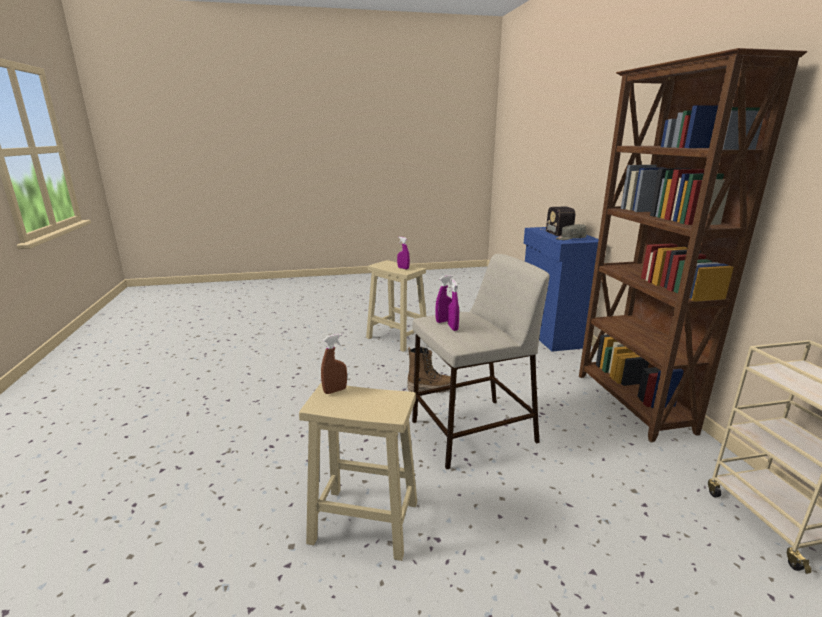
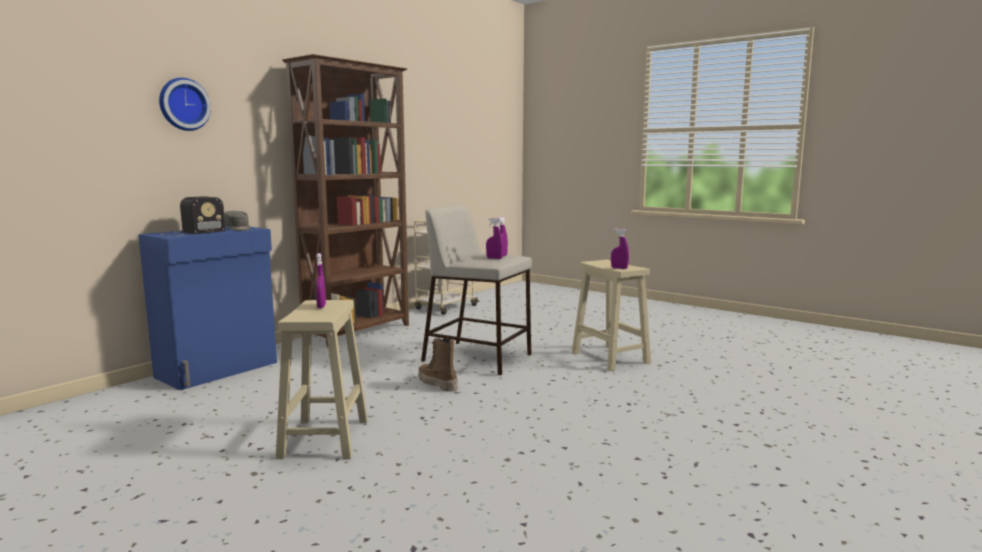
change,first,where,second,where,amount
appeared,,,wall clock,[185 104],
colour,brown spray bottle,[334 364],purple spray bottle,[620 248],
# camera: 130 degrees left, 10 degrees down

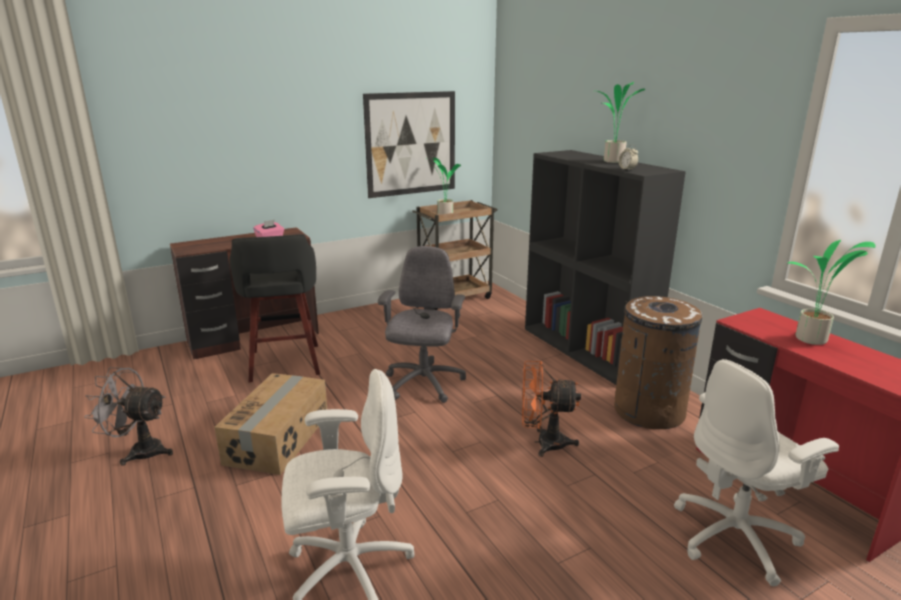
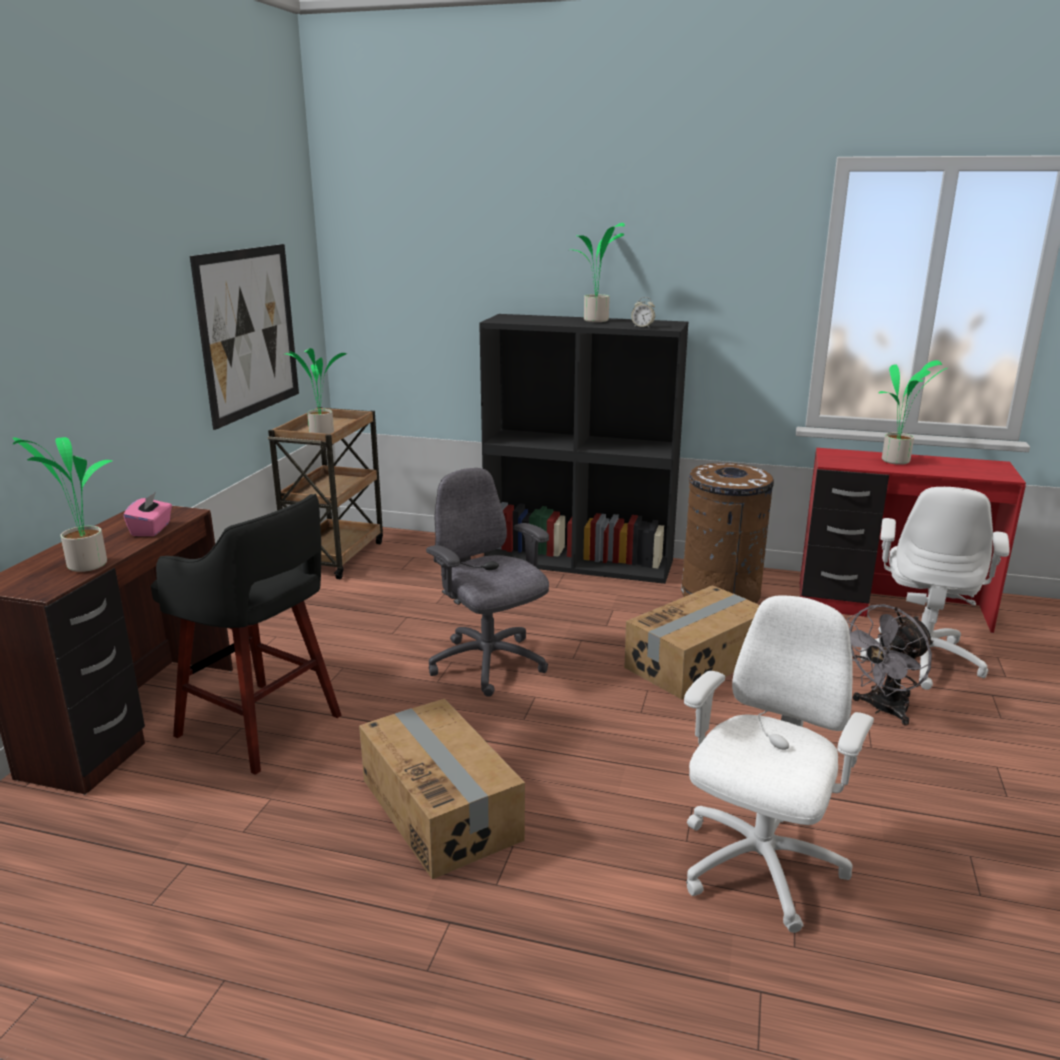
change,first,where,second,where,amount
appeared,,,potted plant,[63 504],
relocated,grey fan,[128 416],,[890 665],
exchanged,orange fan,[551 409],cardboard box,[692 642],
# camera: 45 degrees left, 0 degrees up

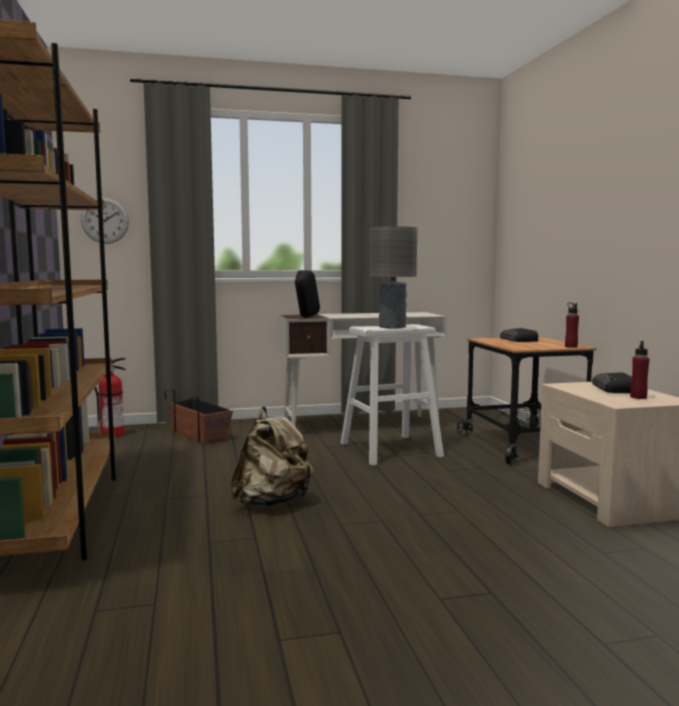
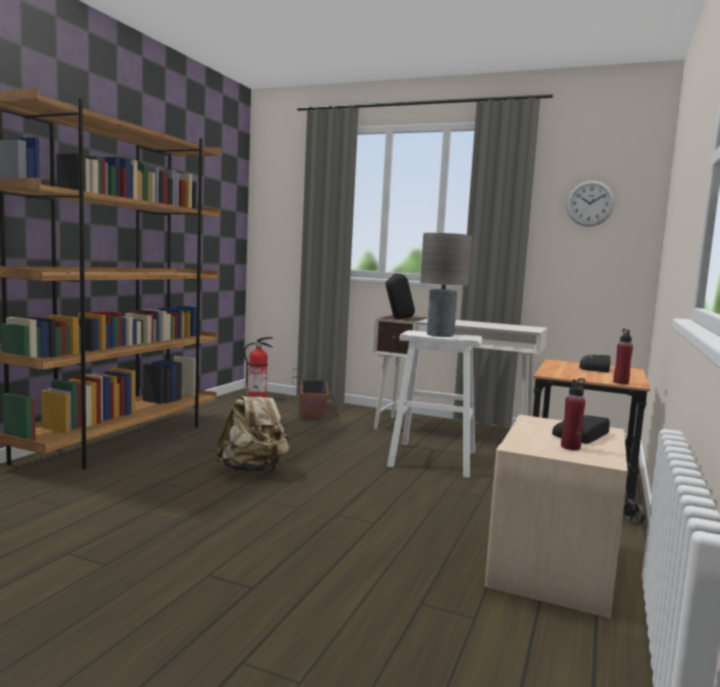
change,first,where,second,where,amount
relocated,wall clock,[105 221],,[590 203],
# camera: 35 degrees right, 0 degrees up

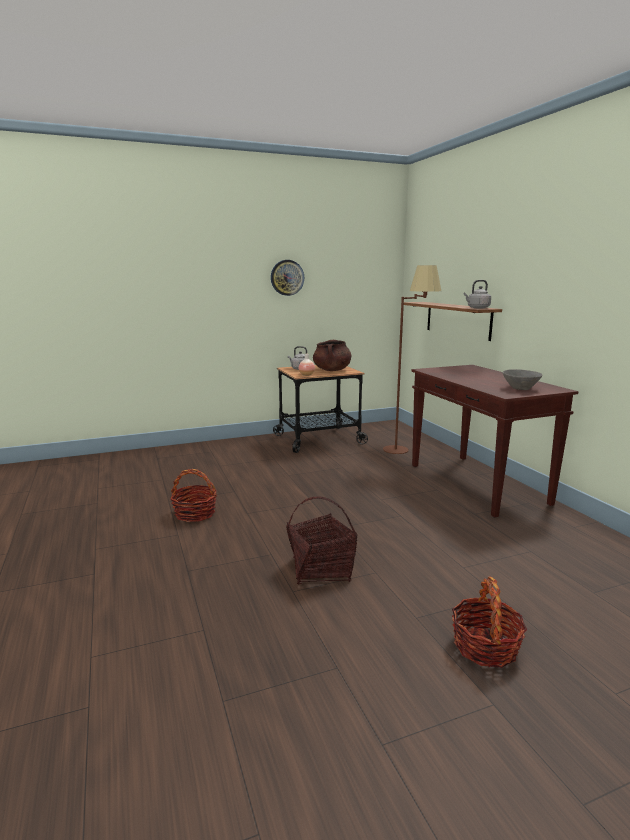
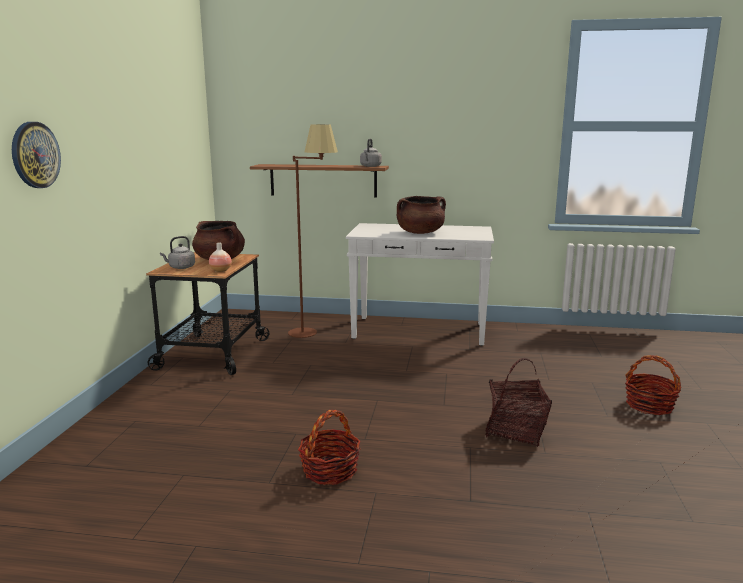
change,first,where,second,where,amount
missing,grey bowl,[522 379],,,
appeared,,,brown cooking pot,[421 215],
relocated,wall clock,[287 278],,[36 155],
colour,brown console table,[494 441],white console table,[420 284],
# camera: 60 degrees left, 0 degrees up

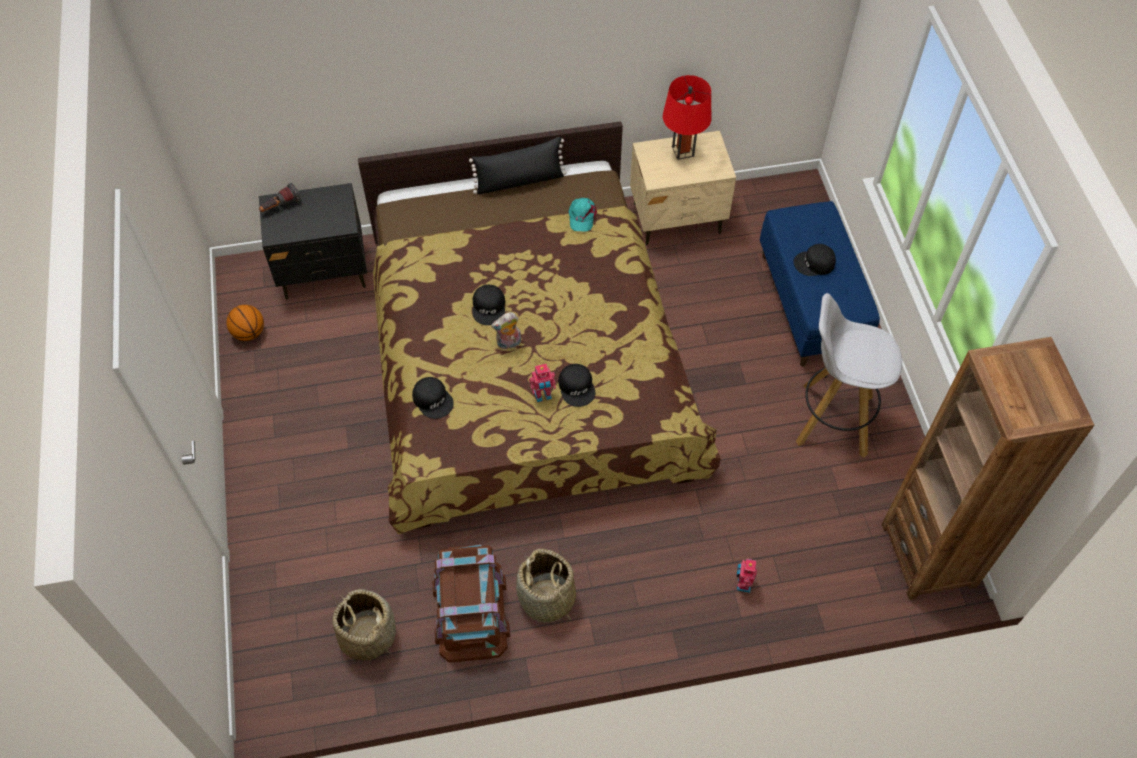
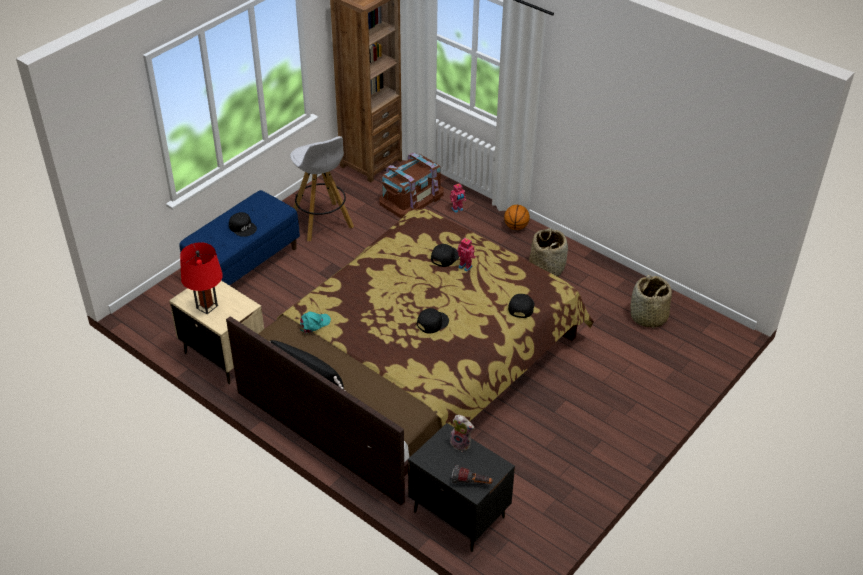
change,first,where,second,where,amount
relocated,basketball,[245 323],,[517 217],
relocated,brown storage box,[471 603],,[411 185],
relocated,plush toy,[506 331],,[462 433],
# camera: 130 degrees left, 15 degrees down

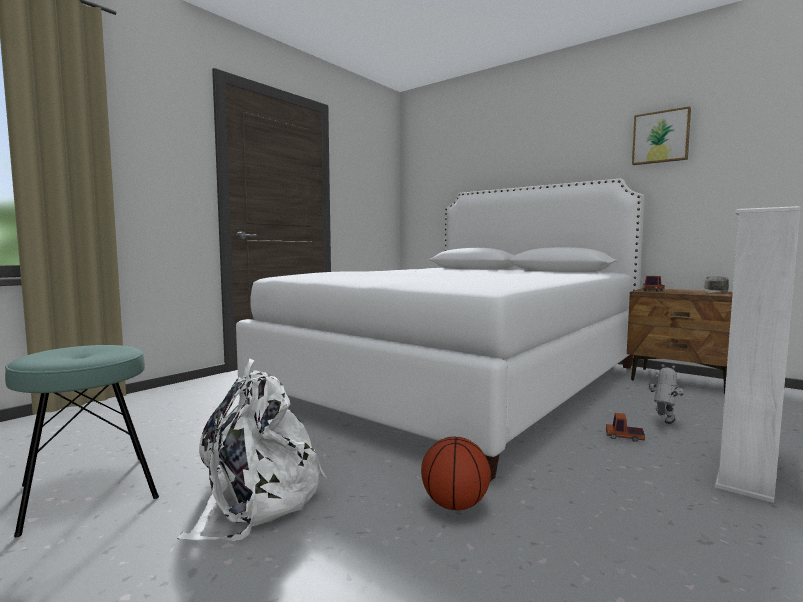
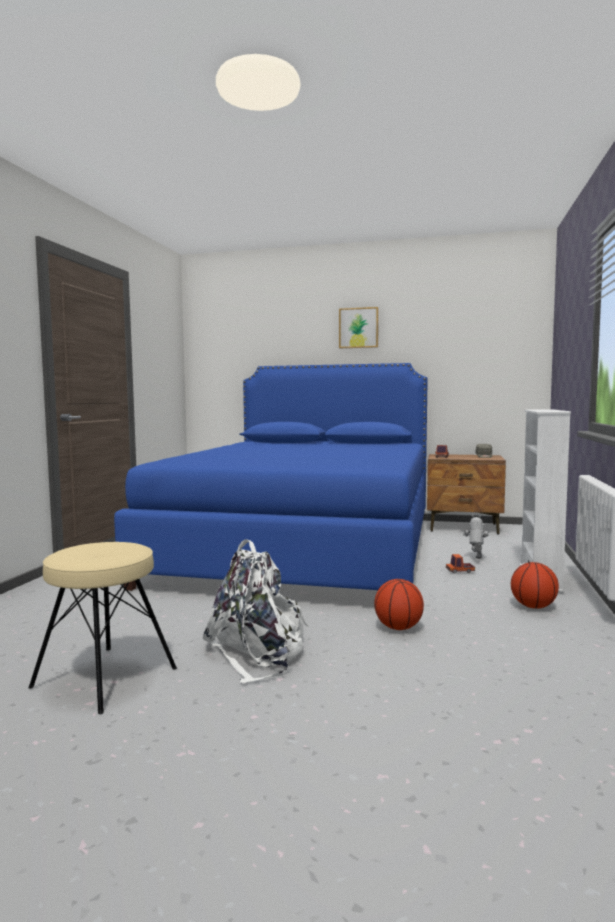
change,first,where,second,where,amount
appeared,,,basketball,[535 585],
relocated,picture,[661 135],,[359 327],
colour,turquoise stool,[82 441],beige stool,[102 628],
colour,white bed,[440 330],blue bed,[271 477],
# camera: 25 degrees left, 0 degrees up

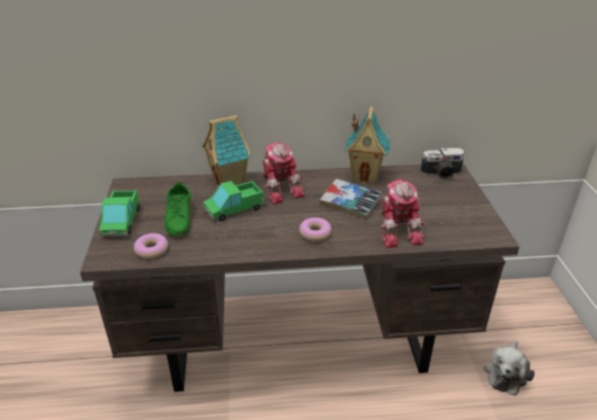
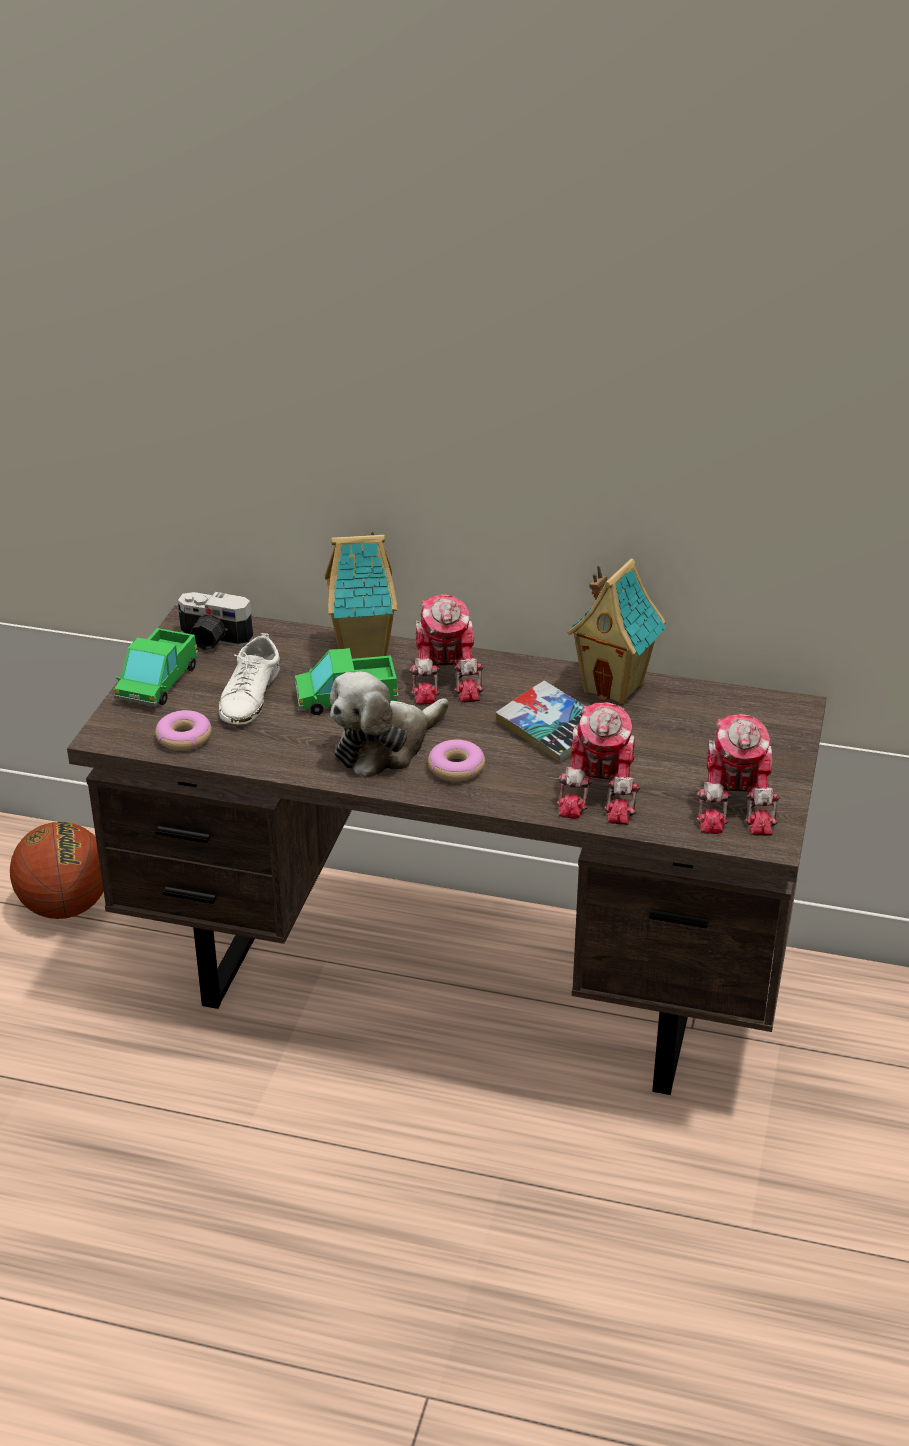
change,first,where,second,where,amount
appeared,,,basketball,[57 870],
appeared,,,toy robot,[738 775],
relocated,photo camera,[443 164],,[215 621],
relocated,plush toy,[509 368],,[389 725],
colour,green shoe,[177 209],white shoe,[249 679],
# camera: 20 degrees right, 0 degrees up

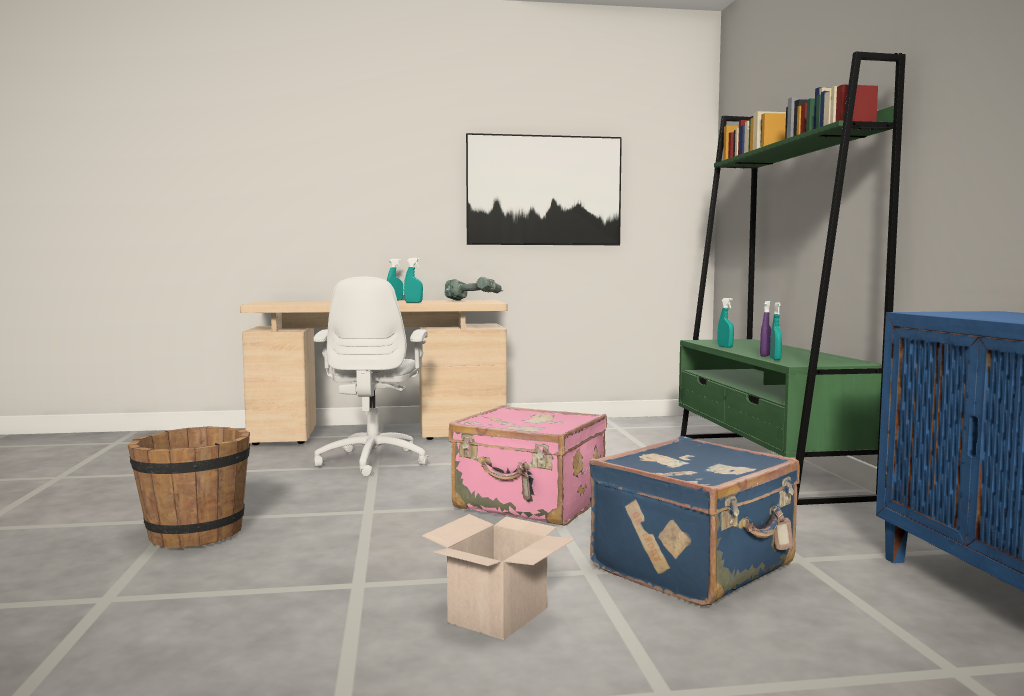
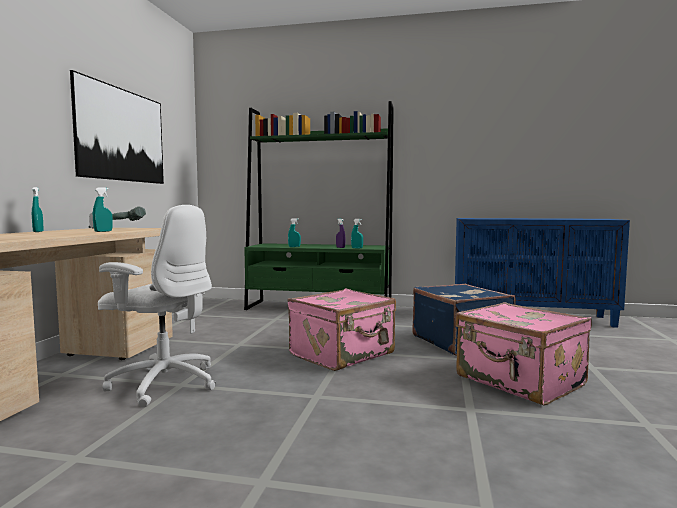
change,first,where,second,where,amount
missing,brown bucket,[189 487],,,
exchanged,cardboard box,[498 577],pink suitcase,[524 354],
# camera: 70 degrees left, 0 degrees up

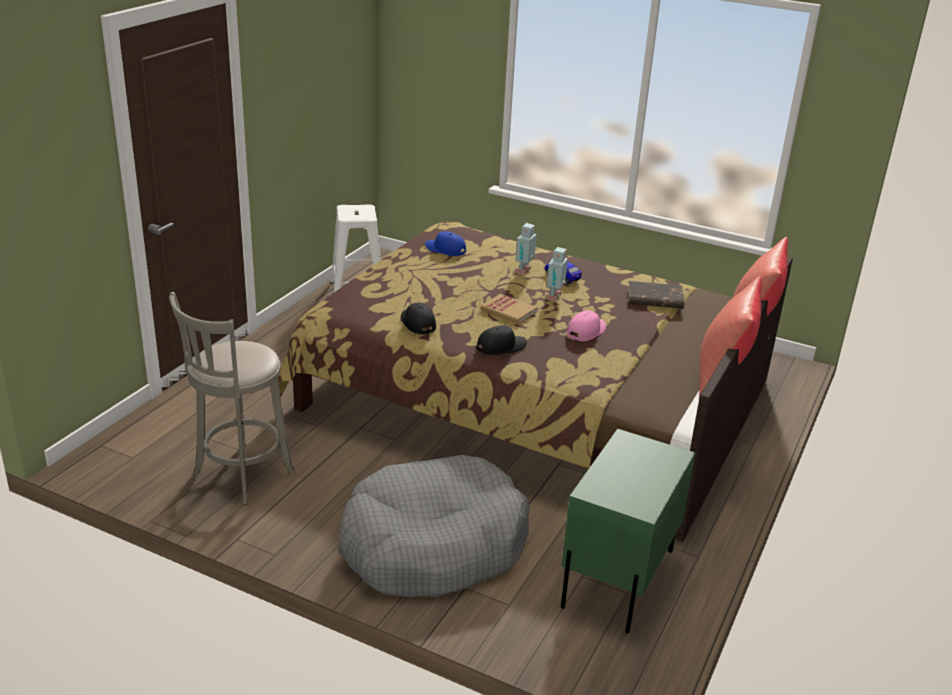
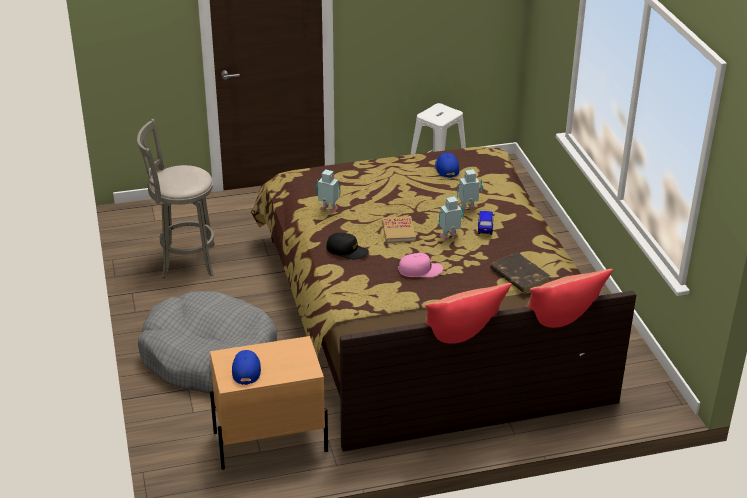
change,first,where,second,where,amount
appeared,,,blue cap,[246 367],
exchanged,black cap,[418 319],toy robot,[328 191],
colour,green nightstand,[628 531],beige nightstand,[269 403],
# camera: 50 degrees right, 5 degrees up

